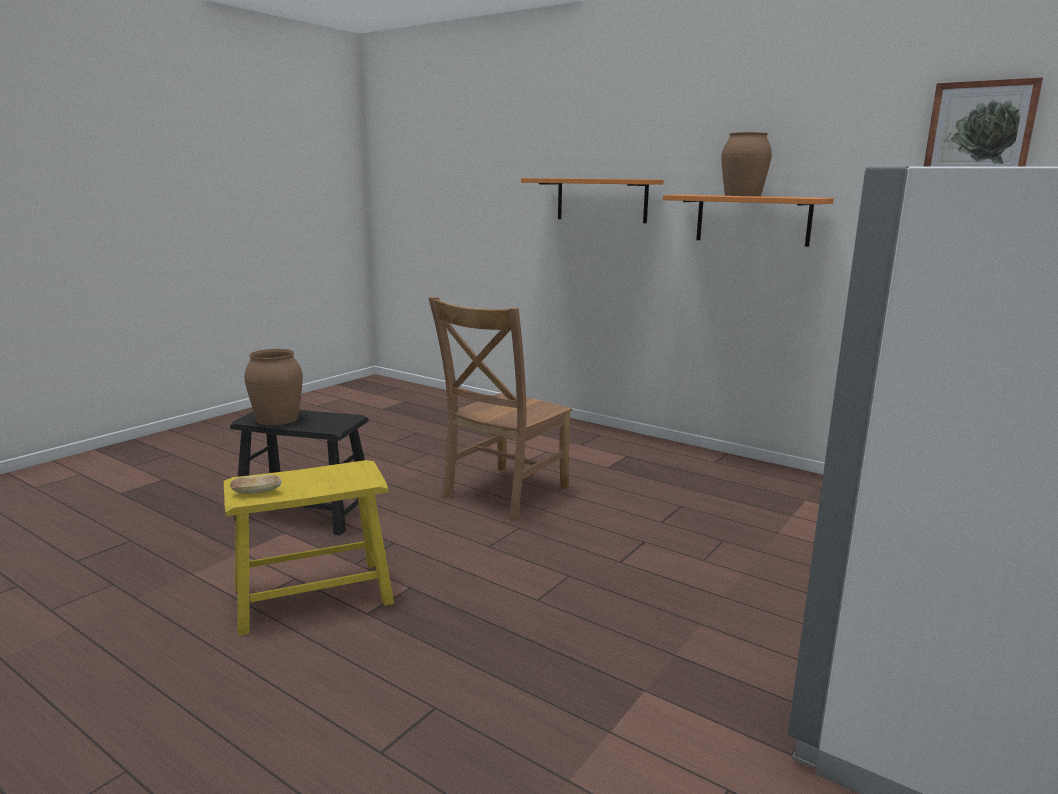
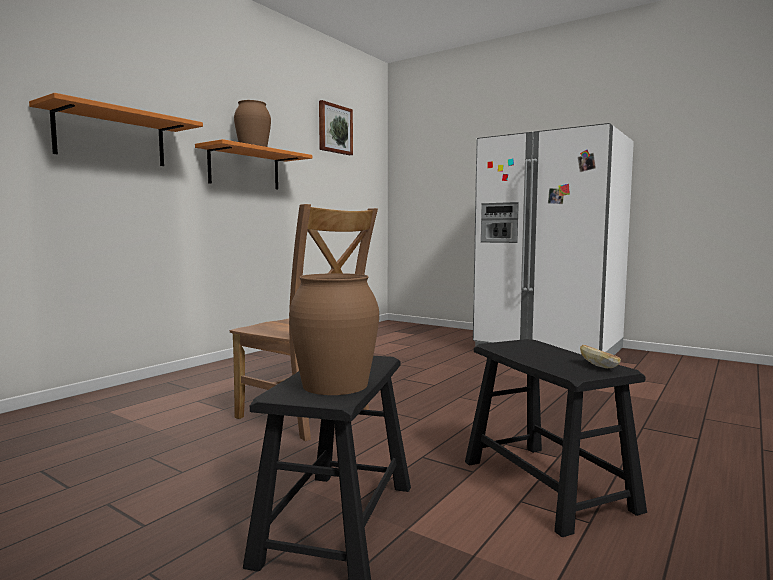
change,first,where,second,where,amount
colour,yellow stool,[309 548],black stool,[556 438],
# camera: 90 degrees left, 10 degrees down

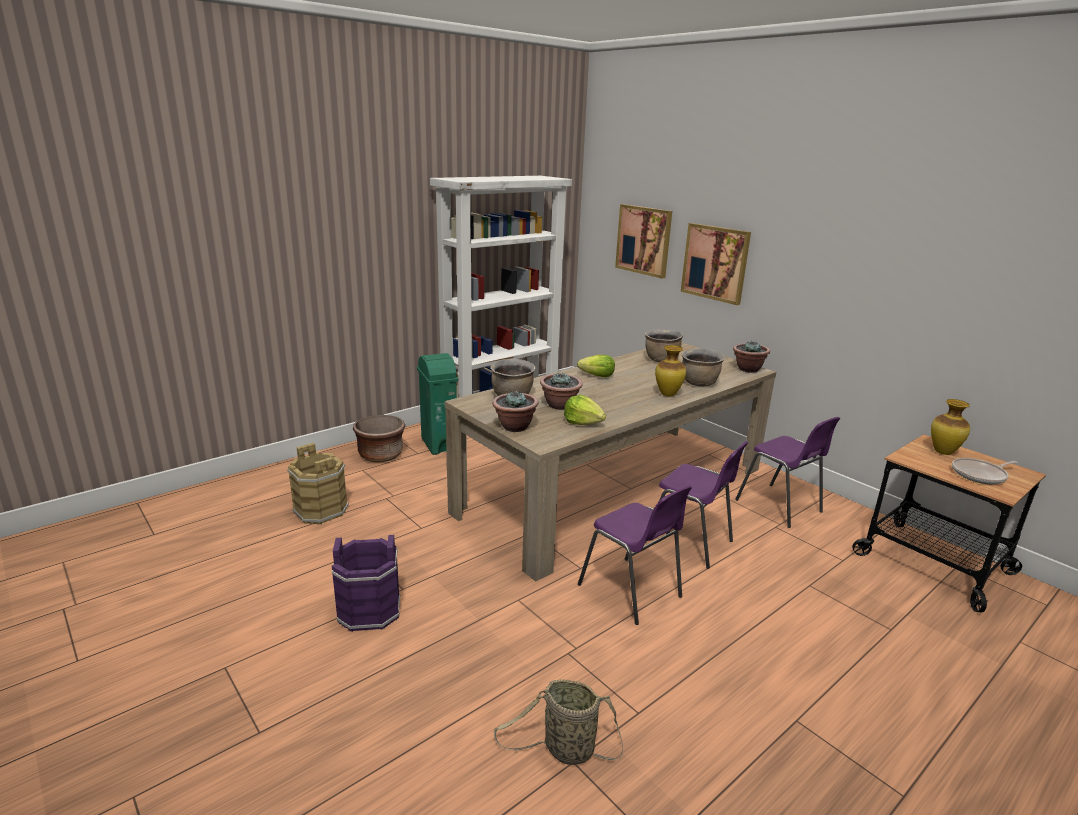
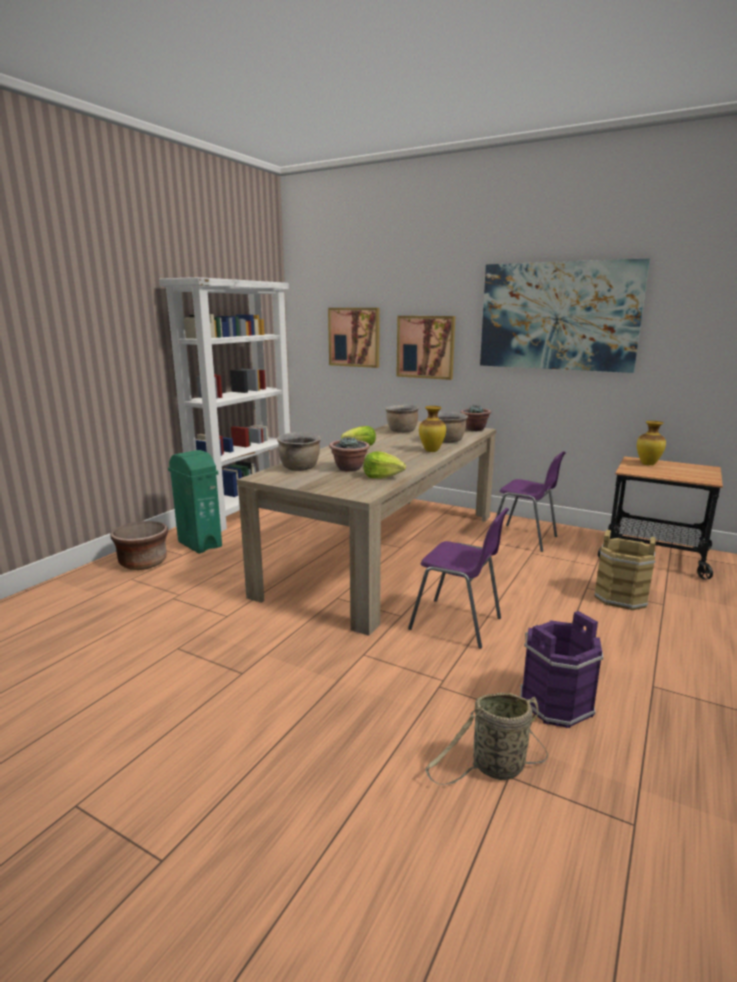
change,first,where,second,where,amount
missing,potted plant,[515 411],,,
missing,purple chair,[697 505],,,
missing,frying pan,[985 471],,,
appeared,,,picture,[565 315],
relocated,brown bucket,[318 484],,[625 570],
relocated,purple bucket,[366 583],,[561 669],
# camera: 20 degrees left, 5 degrees down

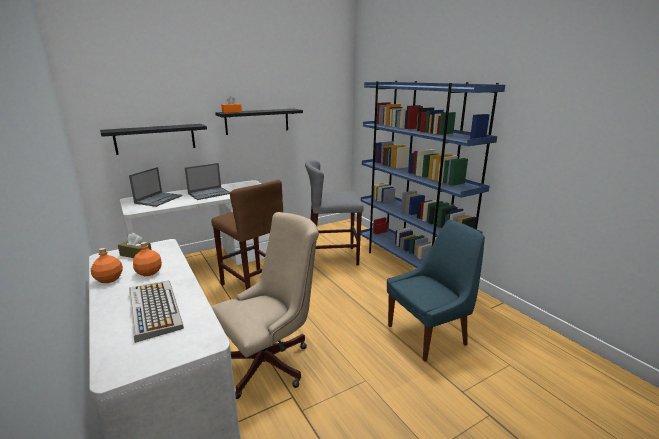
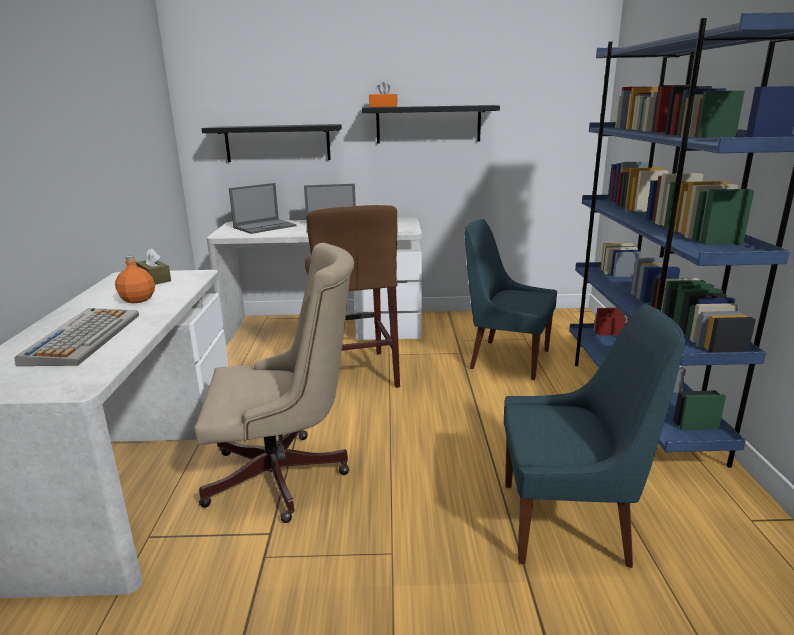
change,first,where,second,where,amount
missing,orange bottle,[107 265],,,
exchanged,grey stool,[334 212],blue chair,[510 299],
# camera: 30 degrees right, 0 degrees up

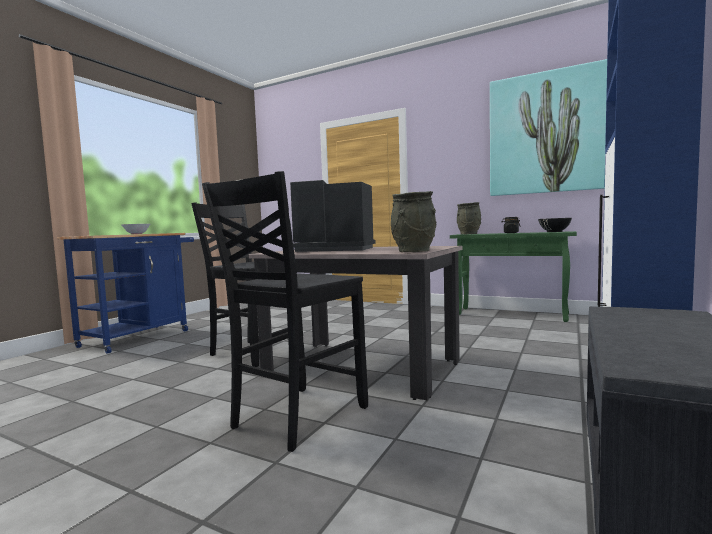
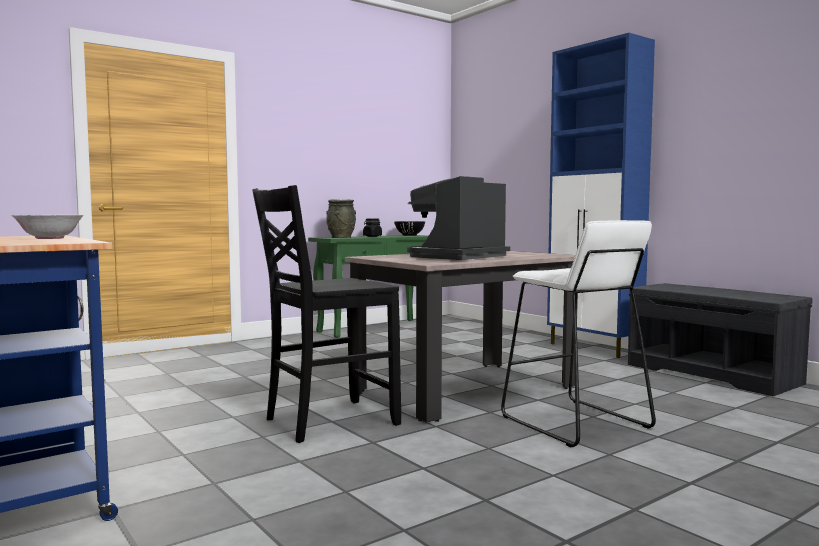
change,first,where,second,where,amount
missing,grey vase,[413 221],,,
missing,picture,[548 127],,,
exchanged,black chair,[285 311],white stool,[578 333],
# camera: 65 degrees left, 0 degrees up

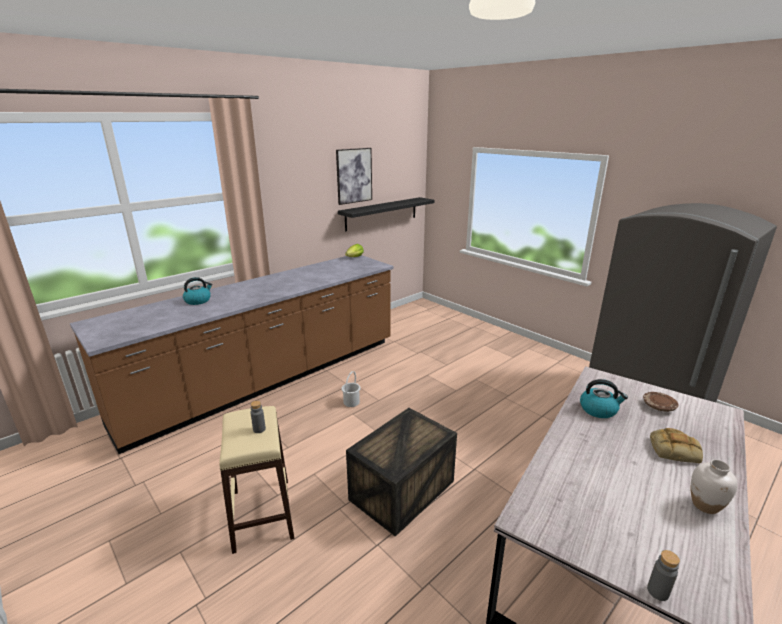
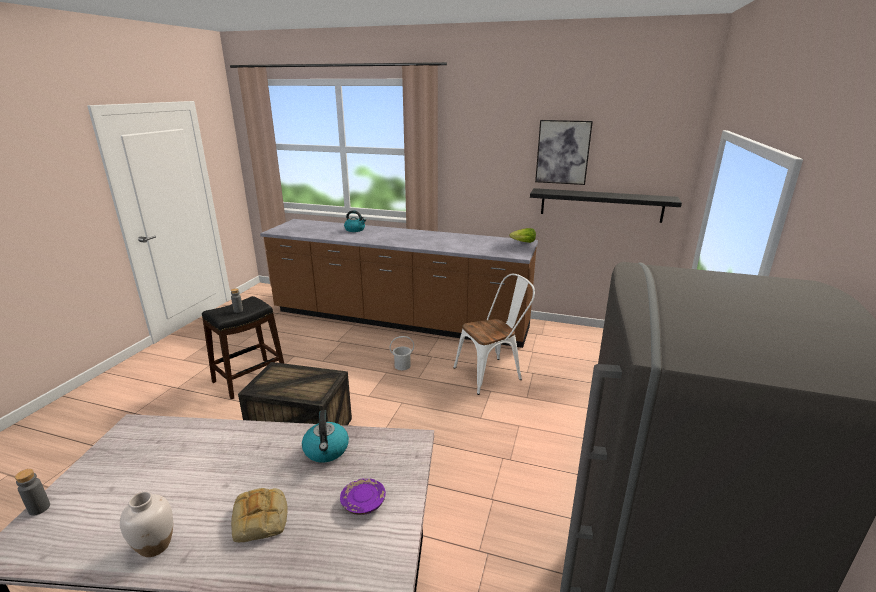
change,first,where,second,where,amount
appeared,,,white chair,[494 334],
colour,beige stool,[256 480],black stool,[243 347],
colour,brown plate,[661 402],purple plate,[363 496],
# camera: 60 degrees right, 0 degrees up

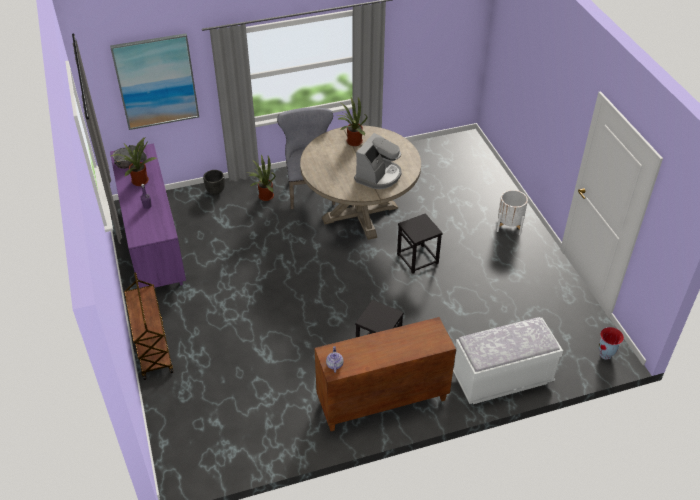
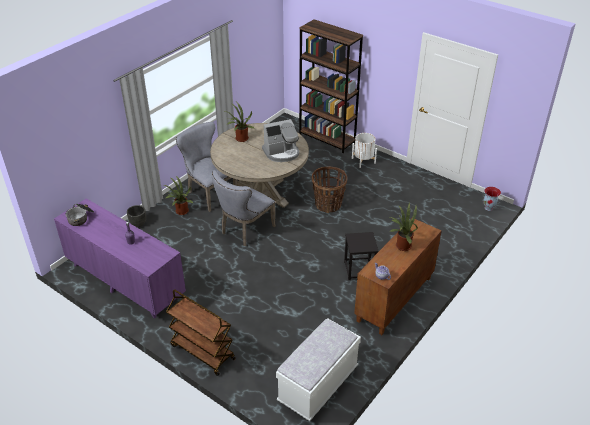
change,first,where,second,where,amount
missing,picture,[154 81],,,
appeared,,,grey chair,[244 208],
appeared,,,brown bookcase,[331 86],
relocated,potted plant,[134 161],,[403 226],
relocated,white bench,[508 360],,[318 369],
exchanged,black stool,[420 243],basket,[329 190],
spun,coffee machine,[378 161],,[280 140],75 degrees clockwise
# camera: 35 degrees left, 5 degrees down

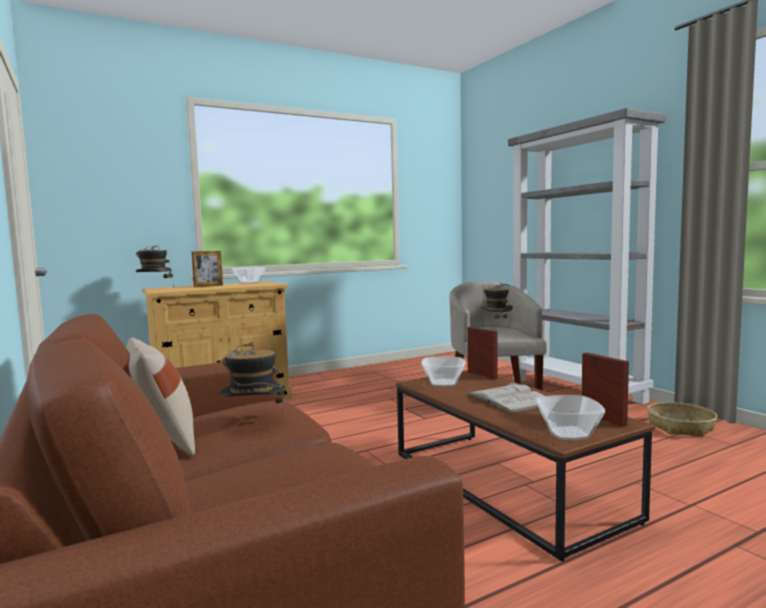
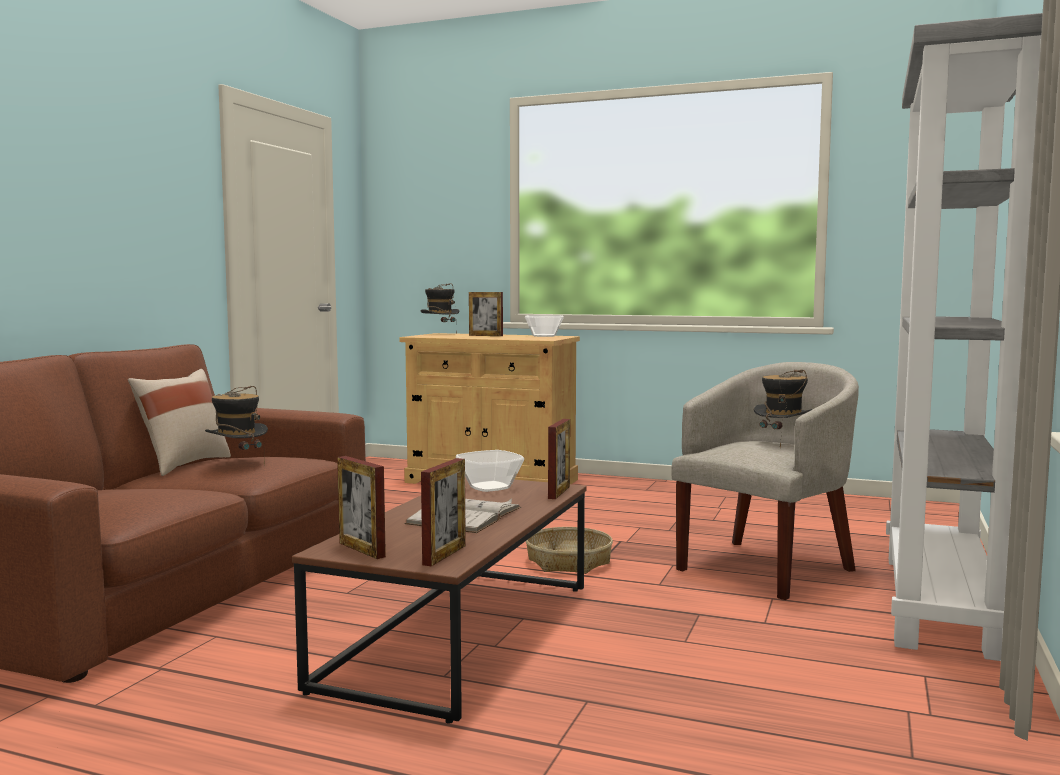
change,first,where,second,where,amount
relocated,basket,[682 419],,[569 550],
exchanged,bowl,[570 417],picture frame,[361 507],
# camera: 50 degrees right, 0 degrees up

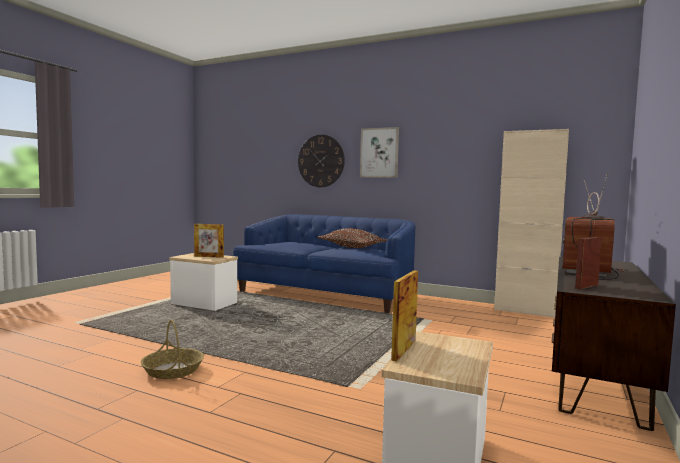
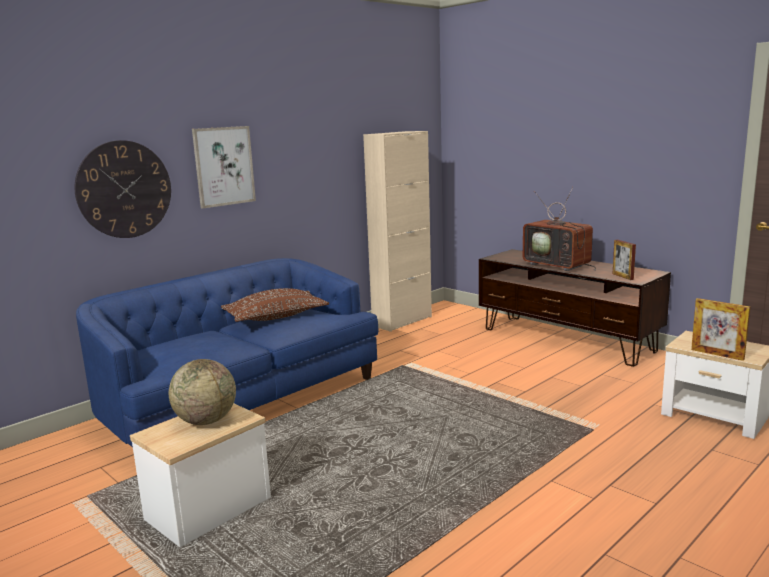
change,first,where,second,where,amount
missing,basket,[172 349],,,
exchanged,picture frame,[209 241],globe,[202 392],
# camera: 70 degrees left, 10 degrees up

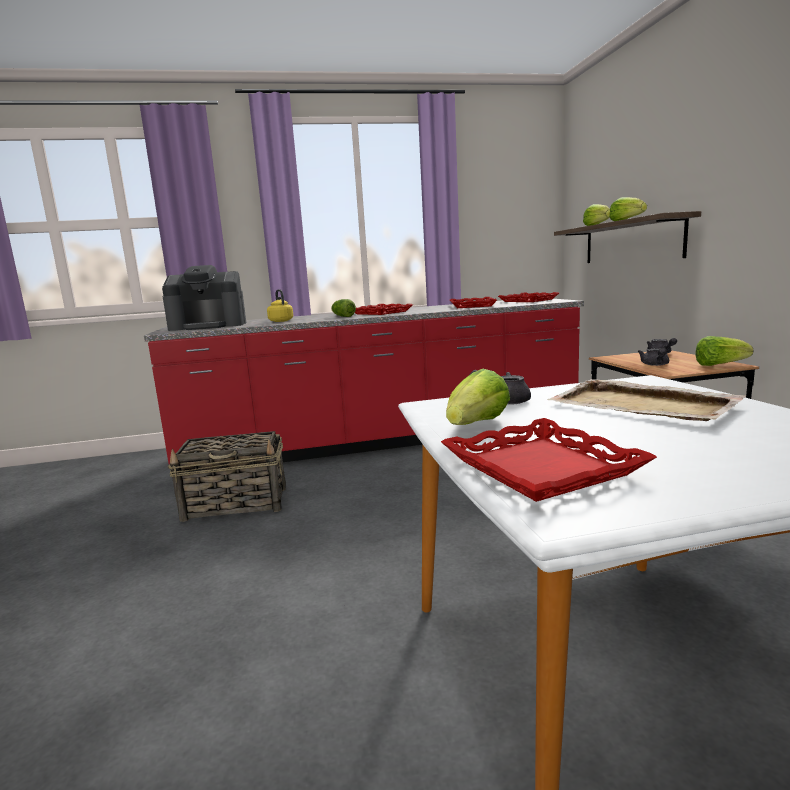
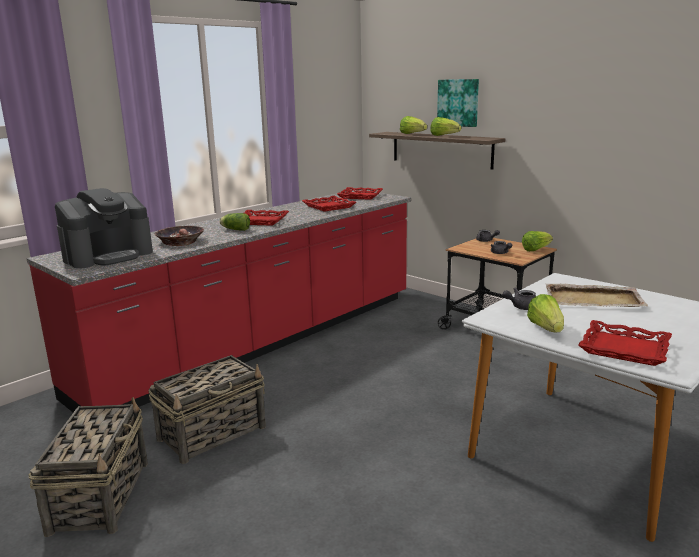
change,first,where,second,where,amount
appeared,,,basket,[88 467],
appeared,,,picture,[458 103],
exchanged,yellow kettle,[280 305],bowl,[179 236],
# camera: 35 degrees left, 5 degrees up

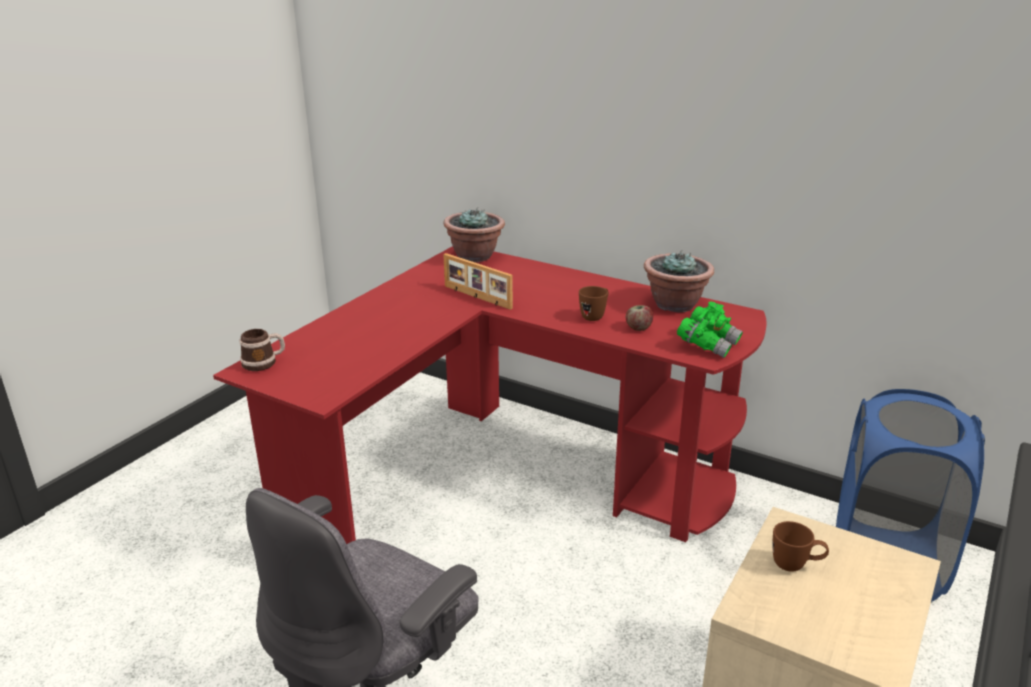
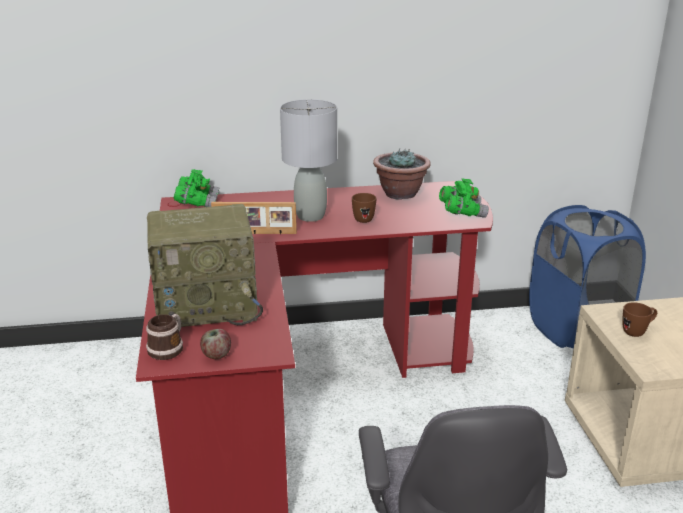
change,first,where,second,where,amount
appeared,,,radio,[205 265],
appeared,,,grey table lamp,[308 160],
relocated,apple,[639 318],,[215 344],
exchanged,potted plant,[474 234],green binoculars,[197 188],
# camera: 40 degrees left, 0 degrees up

